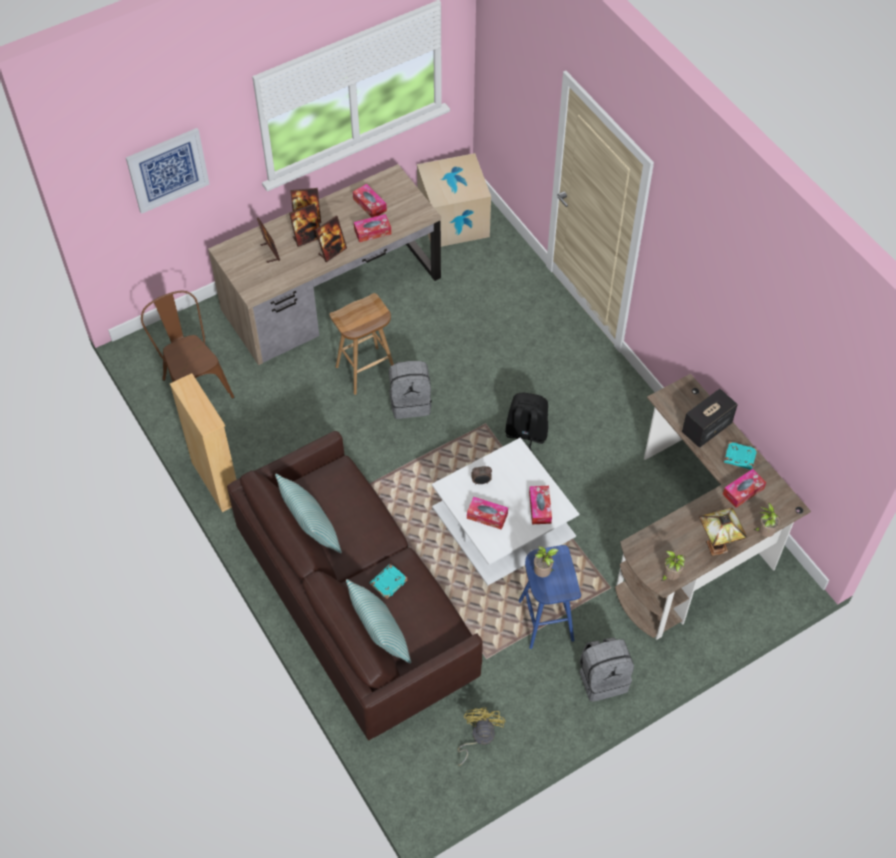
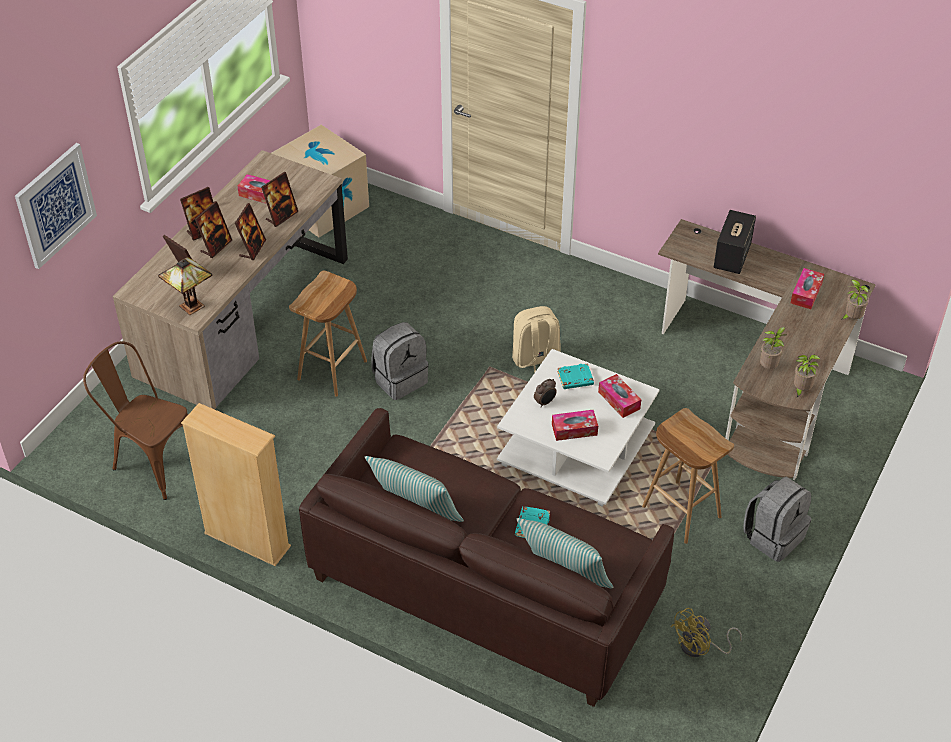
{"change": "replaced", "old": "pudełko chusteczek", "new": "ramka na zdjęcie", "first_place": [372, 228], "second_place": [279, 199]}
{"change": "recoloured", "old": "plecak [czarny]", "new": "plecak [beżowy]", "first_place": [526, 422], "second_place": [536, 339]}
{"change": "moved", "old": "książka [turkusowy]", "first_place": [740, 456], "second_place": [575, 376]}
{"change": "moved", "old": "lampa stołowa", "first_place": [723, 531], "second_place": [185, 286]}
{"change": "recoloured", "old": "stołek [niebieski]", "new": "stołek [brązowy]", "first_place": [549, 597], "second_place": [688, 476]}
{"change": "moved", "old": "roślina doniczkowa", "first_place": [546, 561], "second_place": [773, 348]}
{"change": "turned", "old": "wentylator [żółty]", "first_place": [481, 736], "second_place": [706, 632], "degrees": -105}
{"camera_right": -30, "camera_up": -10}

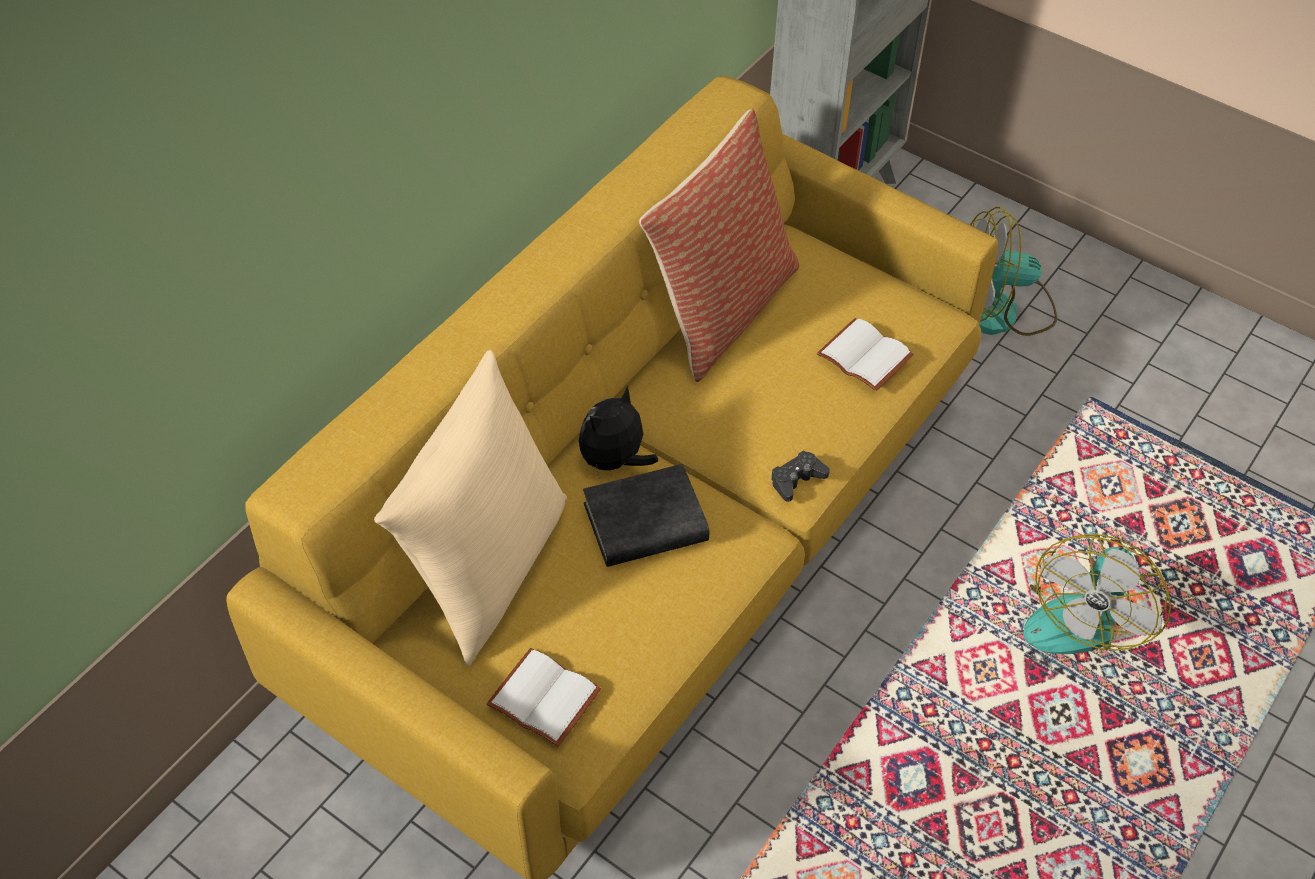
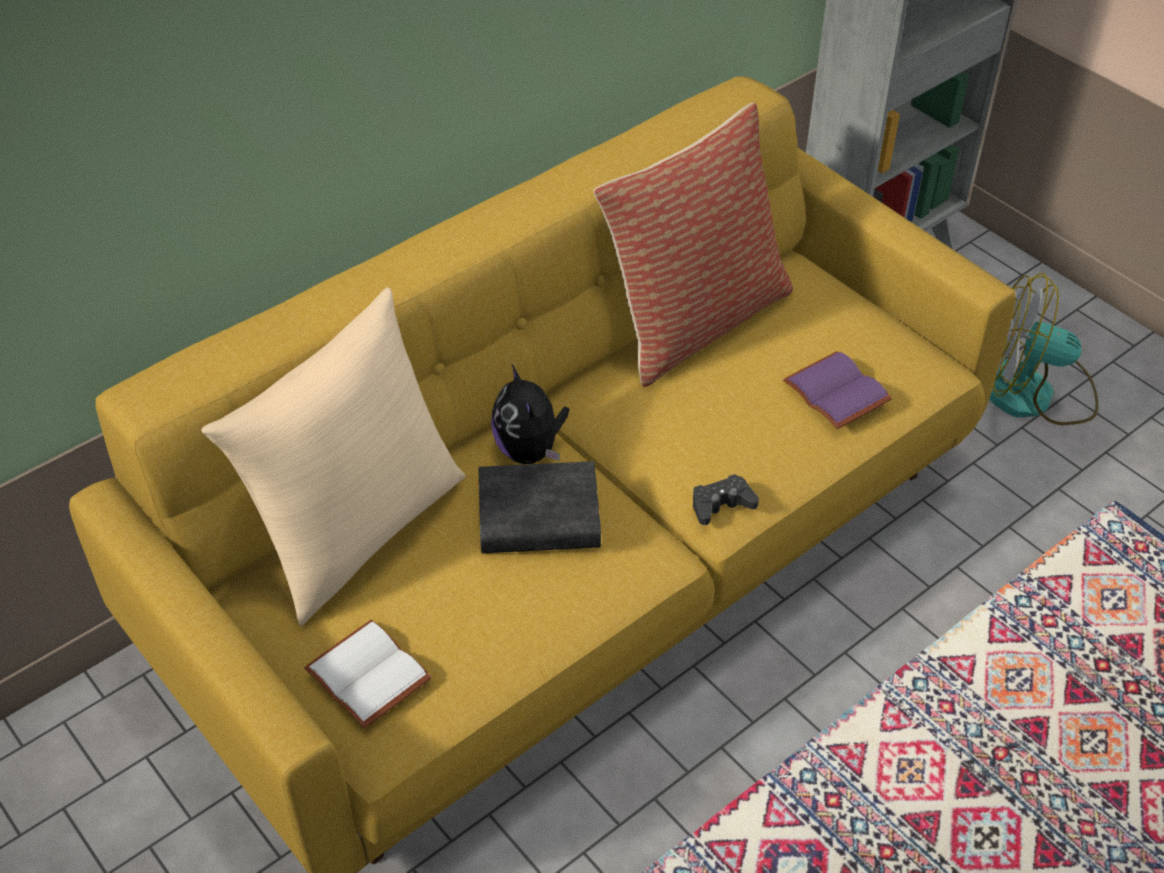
{"change": "recoloured", "old": "książka [biały]", "new": "książka [fioletowy]", "first_place": [865, 354], "second_place": [837, 390]}
{"change": "turned", "old": "pluszak", "first_place": [618, 431], "second_place": [530, 413], "degrees": -75}
{"change": "removed", "old": "wentylator", "first_place": [1097, 594]}
{"camera_right": 15, "camera_up": -5}

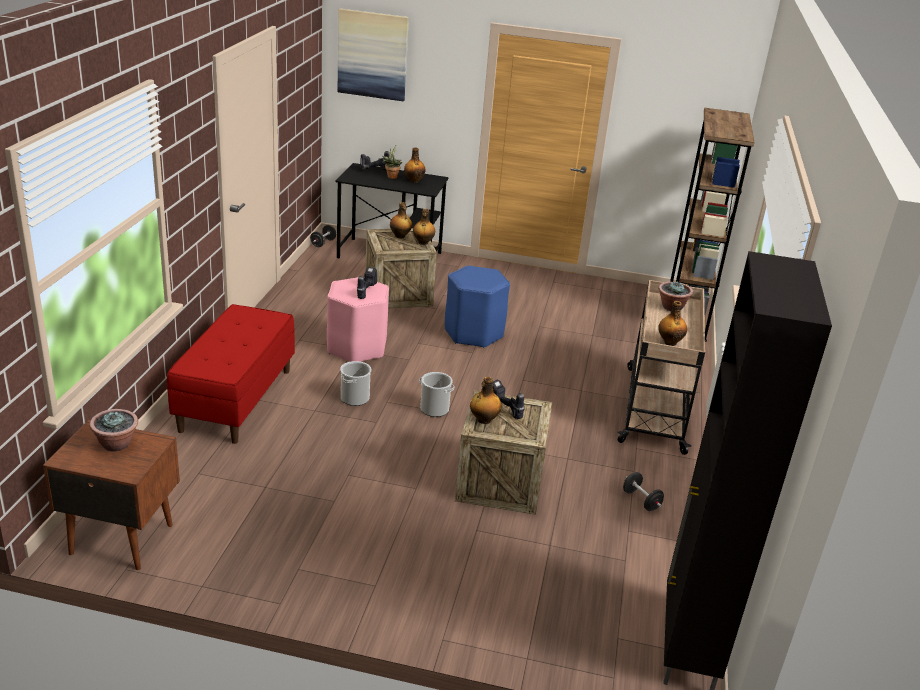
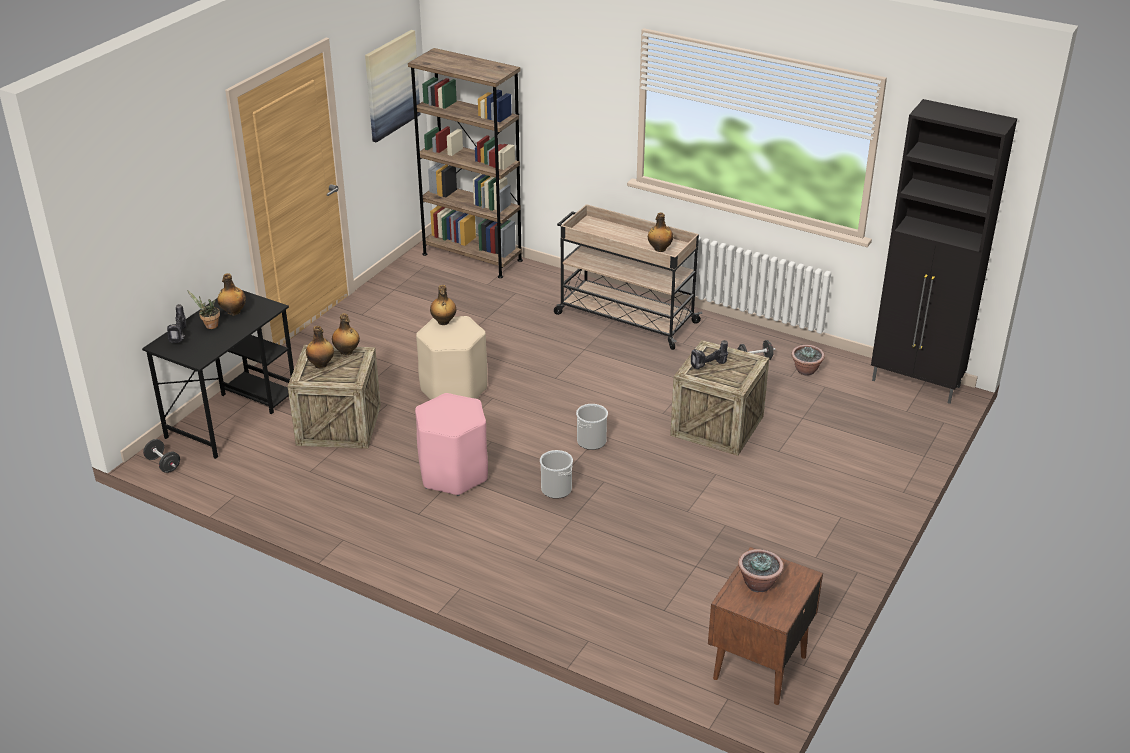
{"change": "moved", "old": "obraz", "first_place": [373, 55], "second_place": [393, 86]}
{"change": "recoloured", "old": "stołek [niebieski]", "new": "stołek [beżowy]", "first_place": [477, 307], "second_place": [451, 358]}
{"change": "removed", "old": "wiertarka", "first_place": [367, 283]}
{"change": "moved", "old": "roślina doniczkowa", "first_place": [675, 296], "second_place": [808, 360]}
{"change": "removed", "old": "ławka [czerwony]", "first_place": [231, 374]}
{"change": "moved", "old": "butelka", "first_place": [486, 400], "second_place": [443, 305]}
{"camera_right": -70, "camera_up": 5}

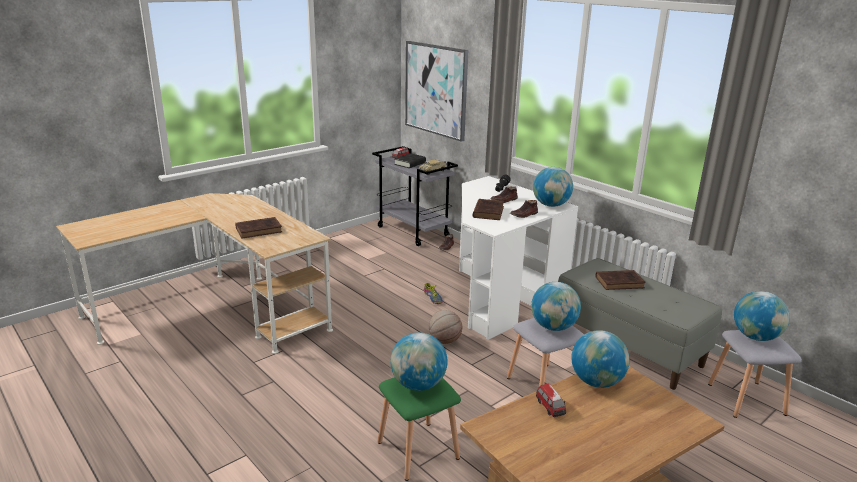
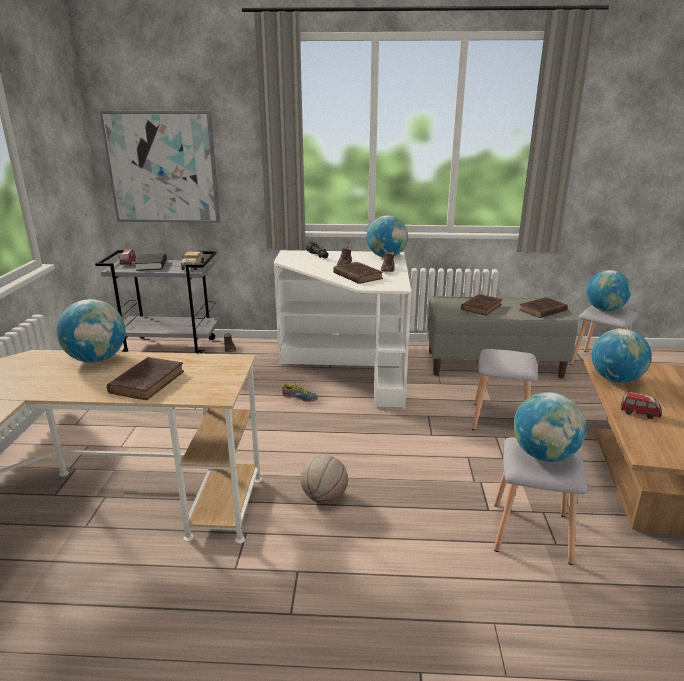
{"change": "moved", "old": "globus", "first_place": [556, 306], "second_place": [91, 331]}
{"change": "moved", "old": "piłka do koszykówki", "first_place": [445, 327], "second_place": [324, 479]}
{"change": "recoloured", "old": "stołek [zielony]", "new": "stołek [szary]", "first_place": [419, 429], "second_place": [541, 501]}
{"change": "added", "new": "książka [brązowy]", "second_place": [543, 307]}
{"camera_right": -45, "camera_up": 0}

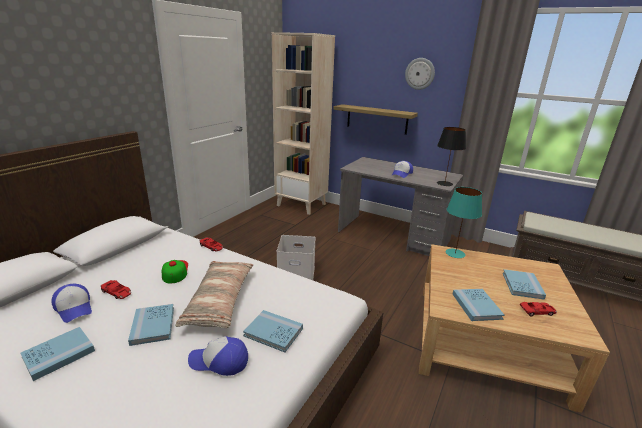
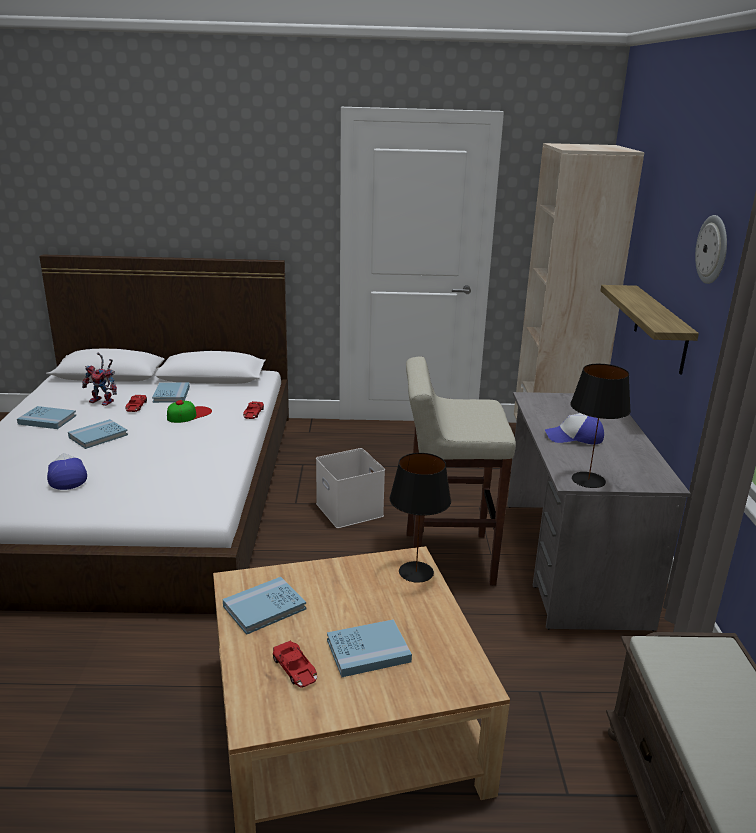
{"change": "recoloured", "old": "lampa stołowa [turkusowy]", "new": "lampa stołowa [czarny]", "first_place": [464, 222], "second_place": [420, 518]}
{"change": "removed", "old": "poduszka", "first_place": [214, 294]}
{"change": "replaced", "old": "czapka z daszkiem", "new": "robot zabawkowy", "first_place": [72, 303], "second_place": [99, 379]}
{"change": "moved", "old": "książka [niebieski]", "first_place": [273, 331], "second_place": [171, 392]}
{"change": "added", "new": "stołek [beżowy]", "second_place": [461, 471]}
{"camera_right": 60, "camera_up": 0}

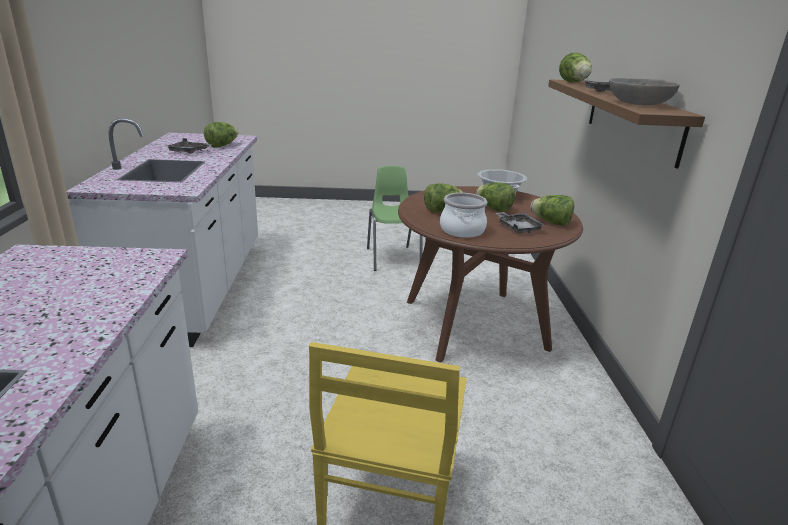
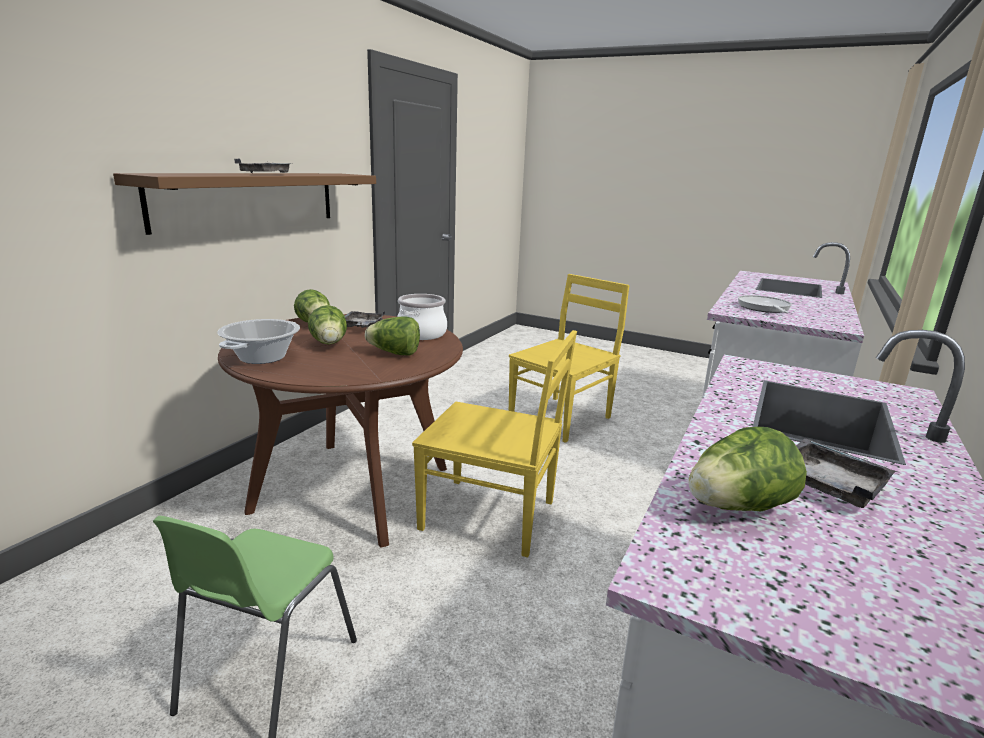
{"change": "removed", "old": "sałata", "first_place": [575, 67]}
{"change": "removed", "old": "miska [szary]", "first_place": [644, 91]}
{"change": "added", "new": "patelnia", "second_place": [765, 304]}
{"change": "added", "new": "krzesło [żółty]", "second_place": [494, 443]}
{"camera_right": -150, "camera_up": -5}

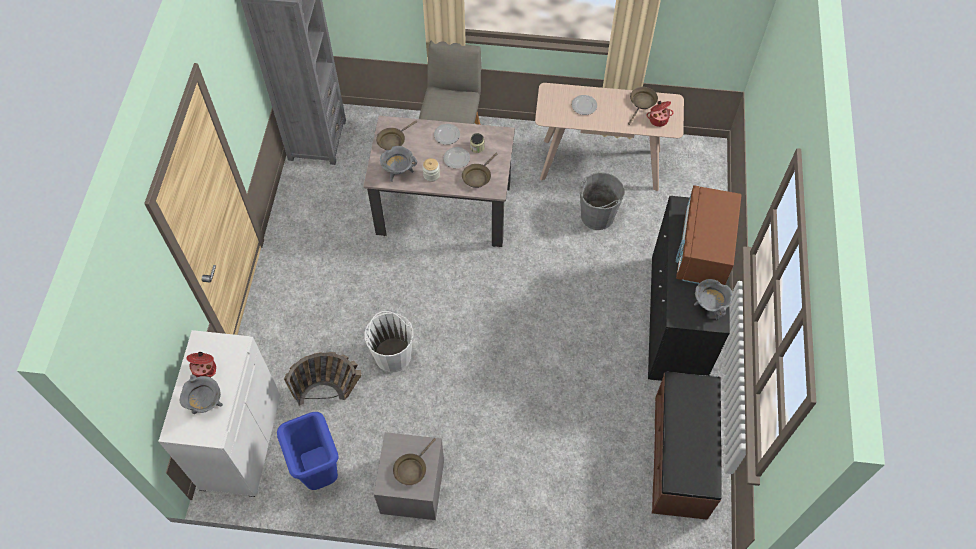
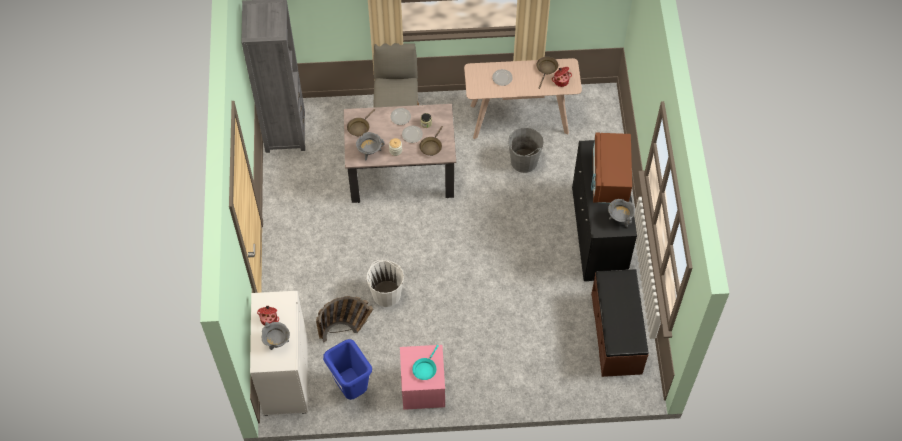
{"change": "recoloured", "old": "szafka nocna [szary]", "new": "szafka nocna [różowy]", "first_place": [409, 476], "second_place": [422, 377]}
{"change": "recoloured", "old": "patelnia [brązowy]", "new": "patelnia [turkusowy]", "first_place": [414, 461], "second_place": [425, 362]}
{"camera_right": -10, "camera_up": 0}

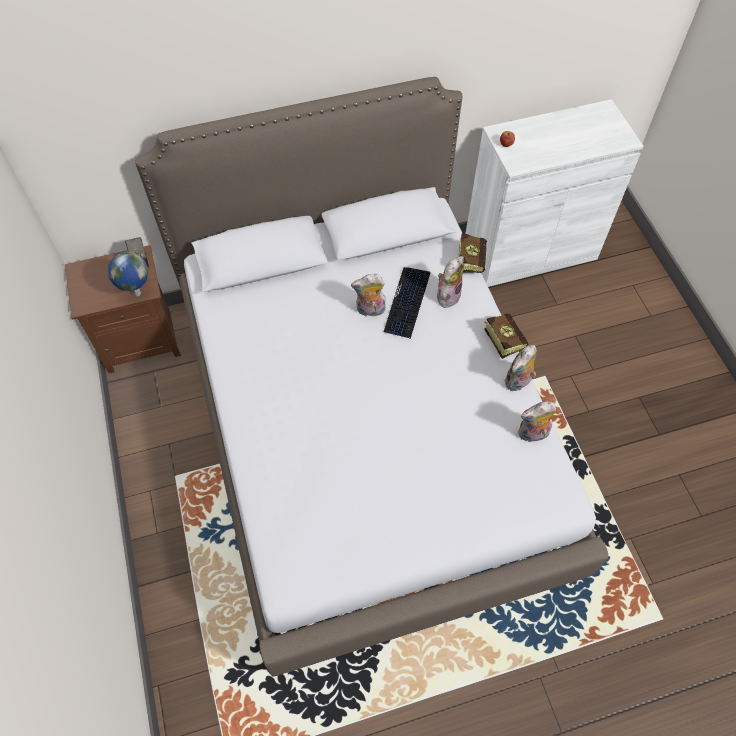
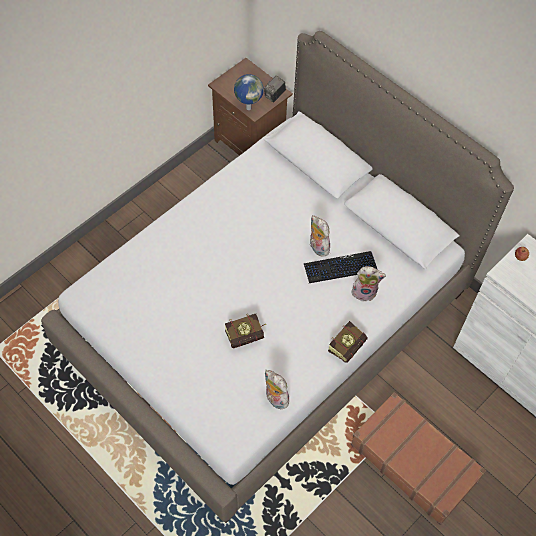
{"change": "moved", "old": "książka", "first_place": [473, 253], "second_place": [245, 331]}
{"change": "removed", "old": "pluszak", "first_place": [520, 368]}
{"change": "added", "new": "walizka [brązowy]", "second_place": [418, 458]}
{"camera_right": 60, "camera_up": 0}

